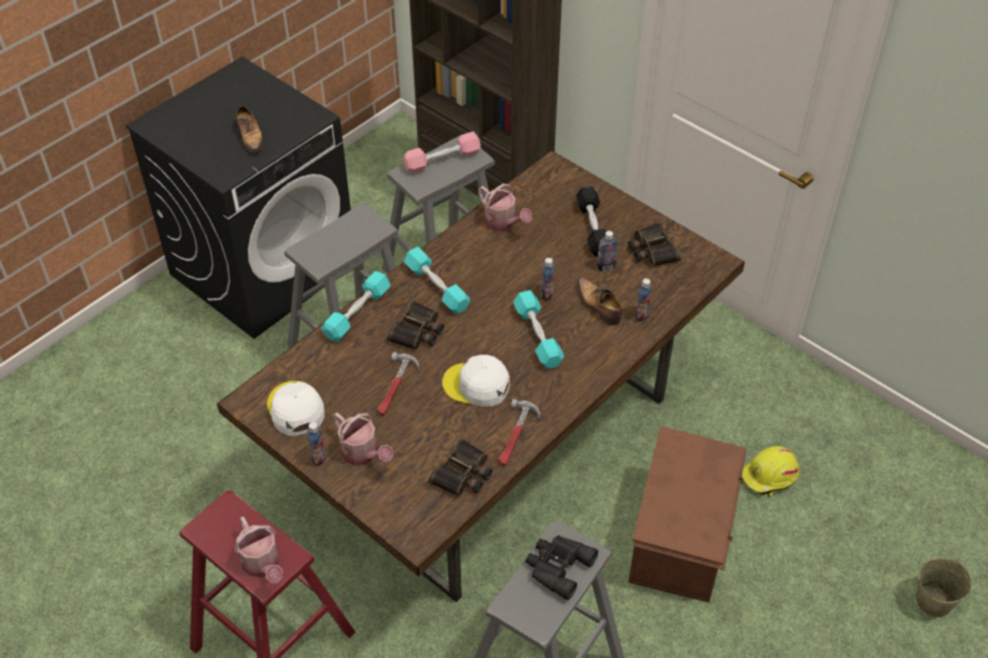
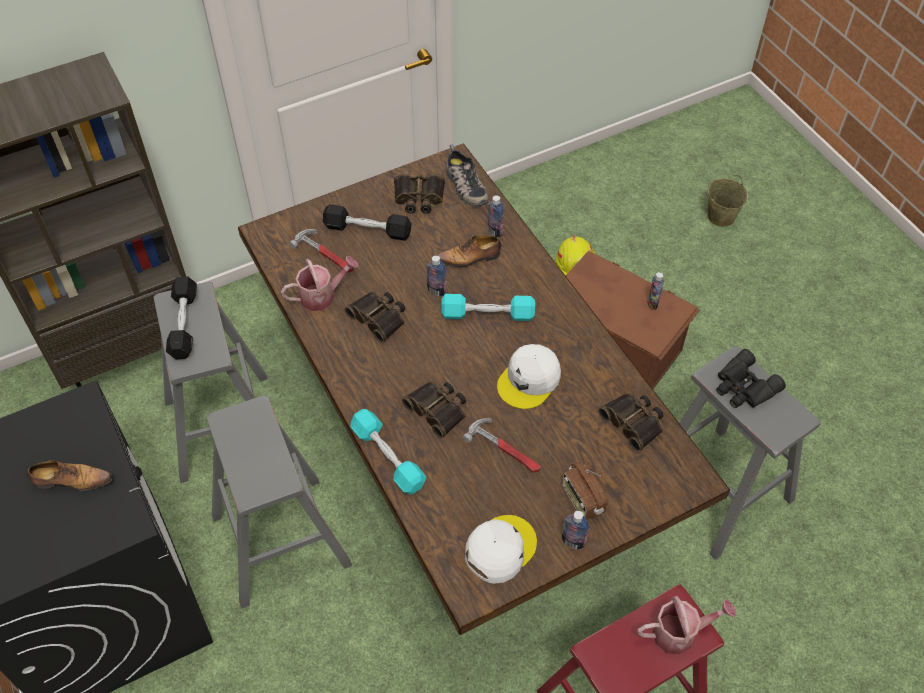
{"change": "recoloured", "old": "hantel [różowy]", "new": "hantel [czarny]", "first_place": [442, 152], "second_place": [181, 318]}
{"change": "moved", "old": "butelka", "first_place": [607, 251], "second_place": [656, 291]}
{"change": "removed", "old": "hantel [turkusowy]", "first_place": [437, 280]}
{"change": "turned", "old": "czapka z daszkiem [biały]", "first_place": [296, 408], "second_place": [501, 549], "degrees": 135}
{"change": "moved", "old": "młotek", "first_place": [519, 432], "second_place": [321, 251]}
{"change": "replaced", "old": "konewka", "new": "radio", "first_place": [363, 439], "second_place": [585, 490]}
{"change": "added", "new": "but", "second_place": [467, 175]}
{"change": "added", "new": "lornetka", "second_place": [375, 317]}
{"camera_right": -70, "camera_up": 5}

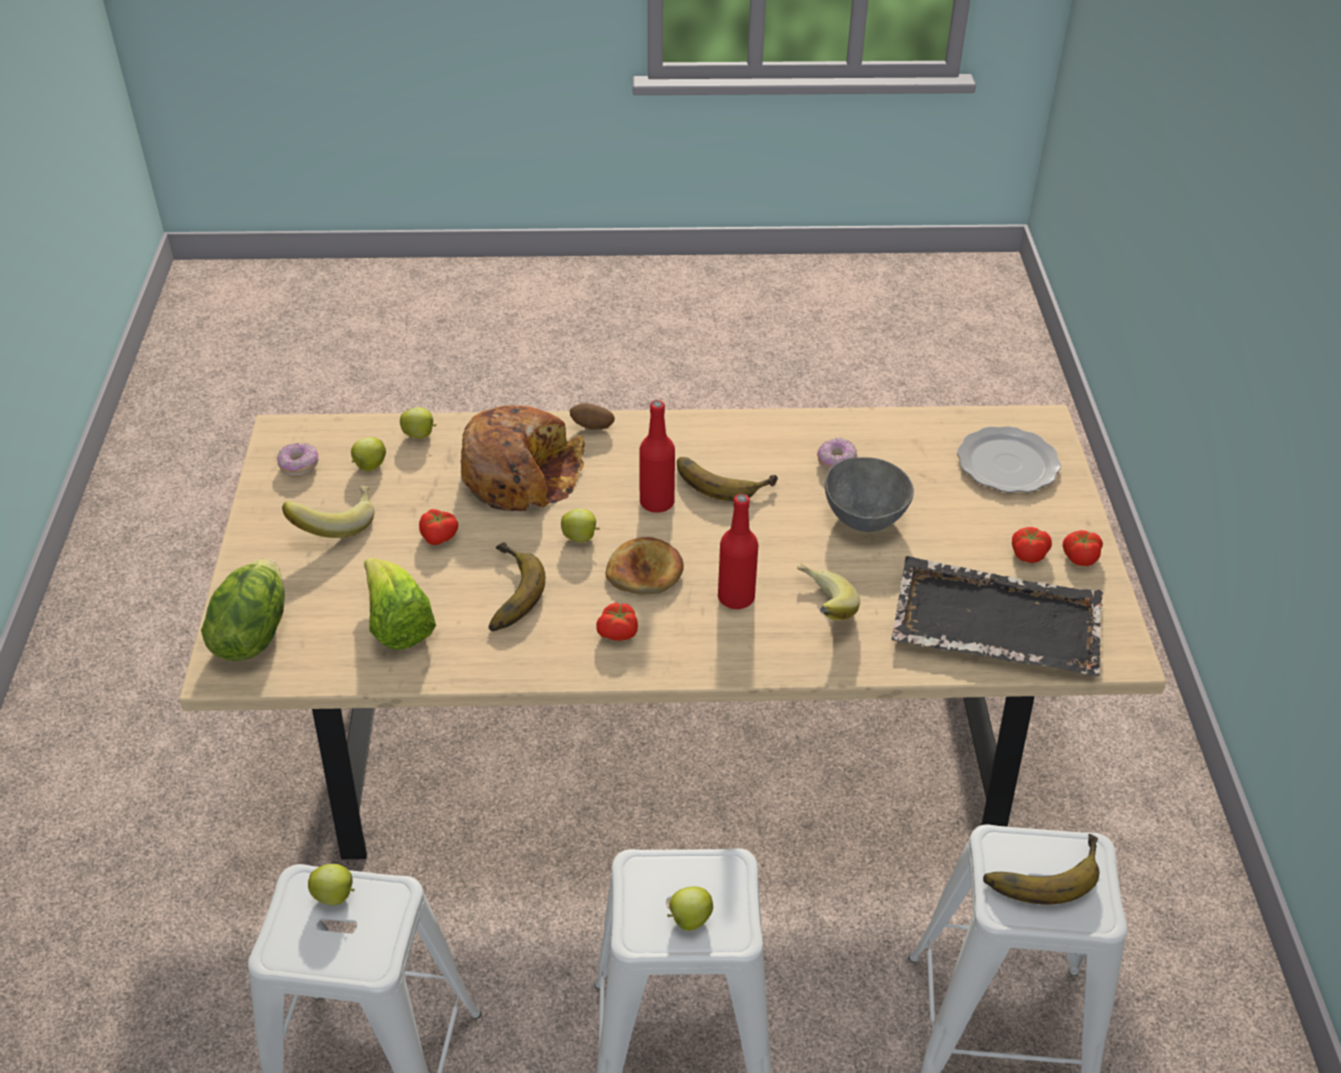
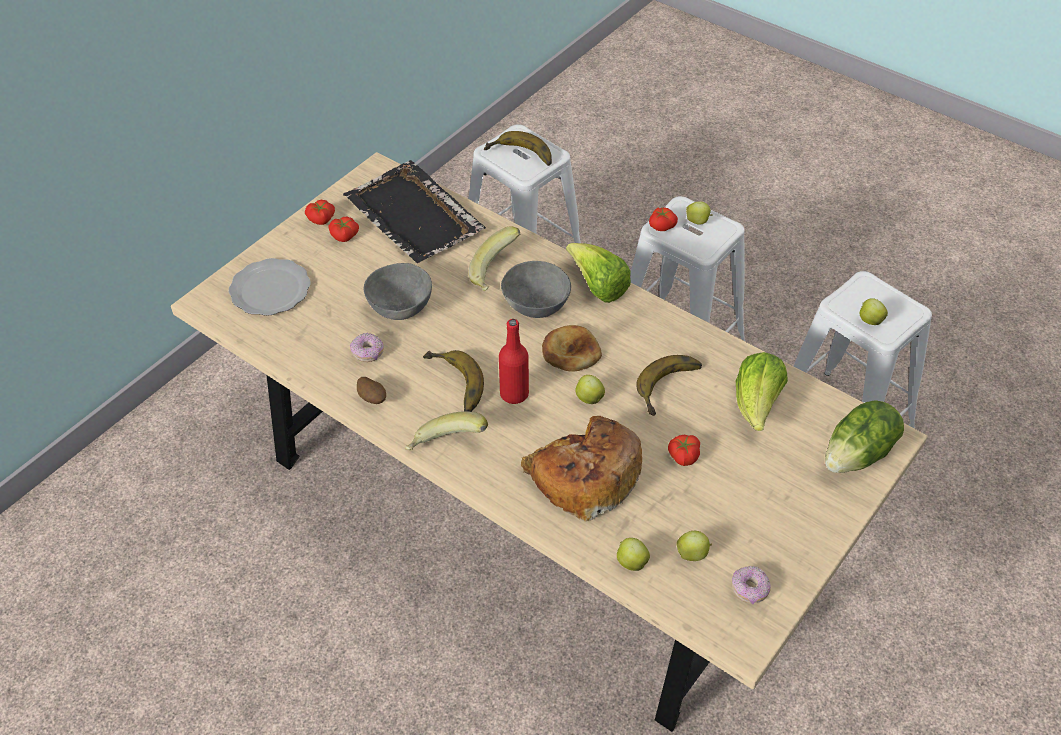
{"change": "moved", "old": "ziemniak", "first_place": [592, 416], "second_place": [371, 390]}
{"change": "moved", "old": "banan", "first_place": [328, 512], "second_place": [446, 430]}
{"change": "replaced", "old": "butelka [czerwony]", "new": "miska [szary]", "first_place": [738, 551], "second_place": [536, 289]}
{"change": "moved", "old": "pomidor", "first_place": [617, 622], "second_place": [663, 219]}
{"change": "added", "new": "sałata", "second_place": [598, 273]}
{"camera_right": -140, "camera_up": 5}

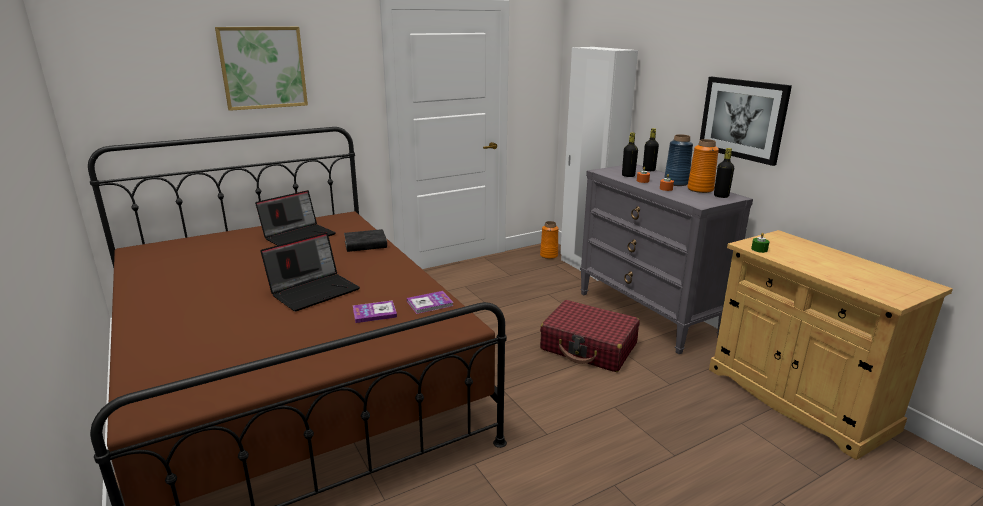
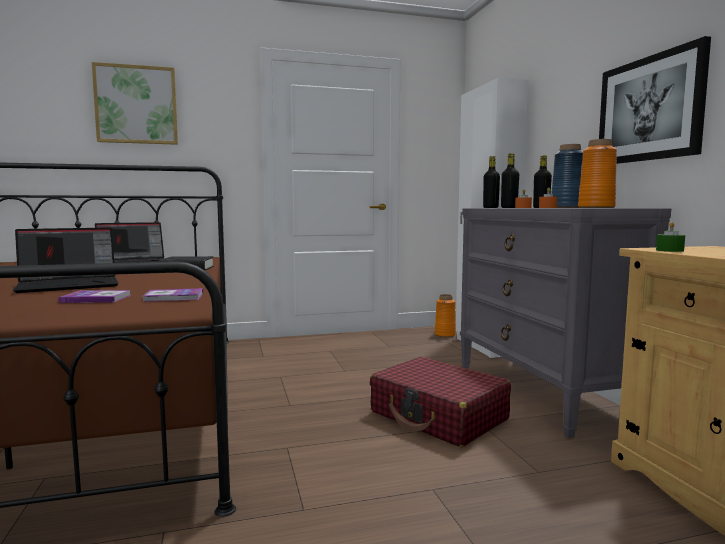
{"change": "moved", "old": "butelka [czarny]", "first_place": [724, 173], "second_place": [491, 182]}
{"camera_right": 15, "camera_up": -15}

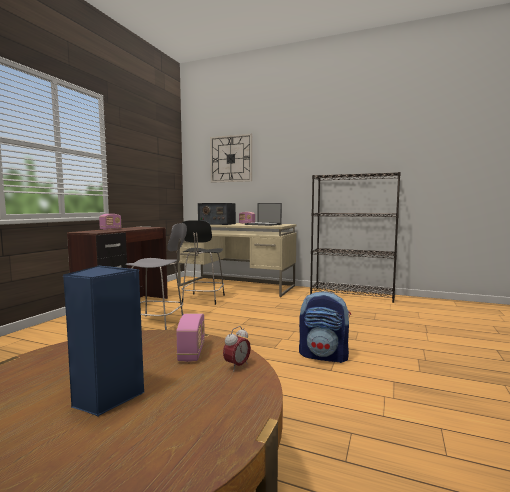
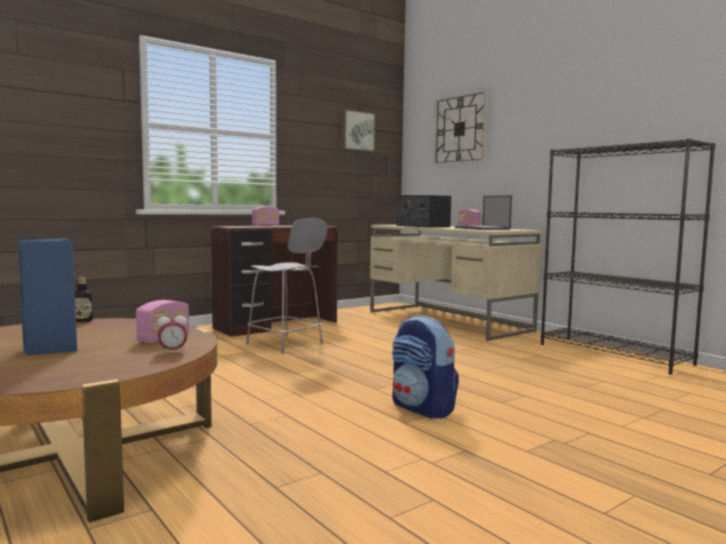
{"change": "removed", "old": "krzesło [czarny]", "first_place": [203, 262]}
{"change": "added", "new": "obraz", "second_place": [359, 130]}
{"change": "added", "new": "butelka", "second_place": [84, 299]}
{"camera_right": 30, "camera_up": 0}

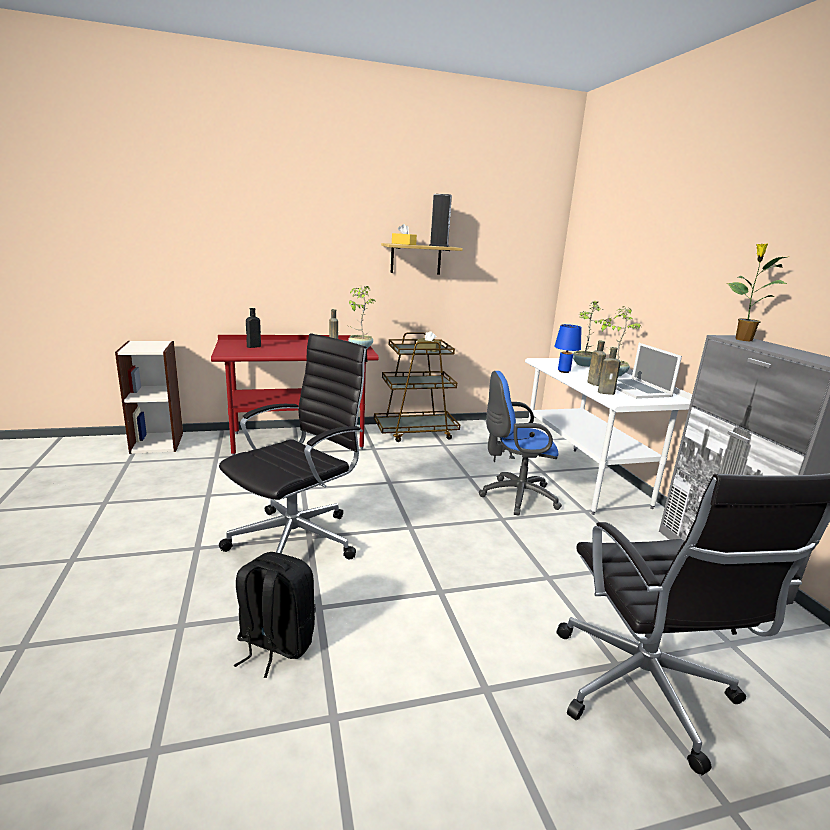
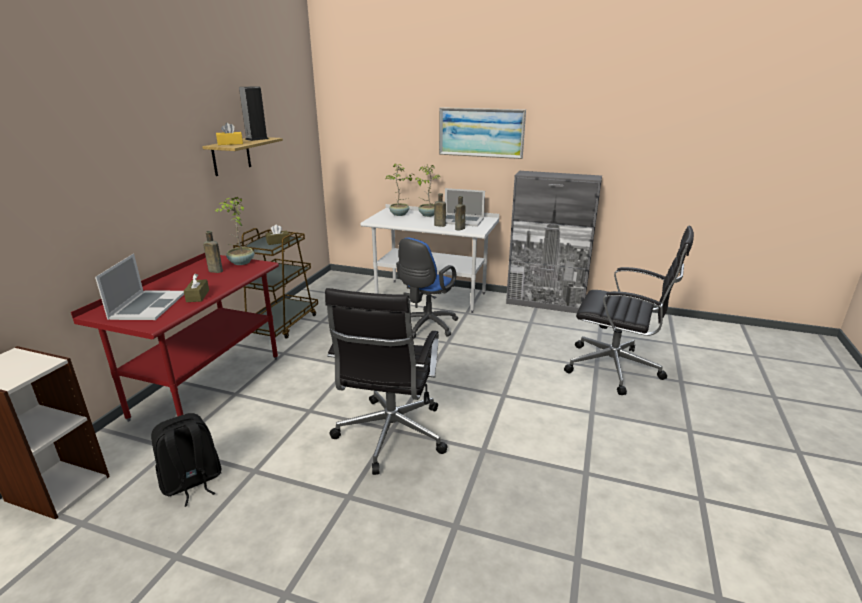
{"change": "removed", "old": "roślina doniczkowa", "first_place": [757, 292]}
{"change": "replaced", "old": "butelka [czarny]", "new": "laptop", "first_place": [253, 328], "second_place": [139, 286]}
{"change": "removed", "old": "lampa stołowa [niebieski]", "first_place": [568, 348]}
{"change": "turned", "old": "krzesło biurowe [czarny]", "first_place": [293, 446], "second_place": [386, 381], "degrees": -150}
{"change": "moved", "old": "plecak [czarny]", "first_place": [274, 615], "second_place": [186, 460]}
{"change": "added", "new": "obraz", "second_place": [482, 133]}
{"change": "added", "new": "pudełko chusteczek [brązowy]", "second_place": [196, 288]}
{"camera_right": -55, "camera_up": 5}

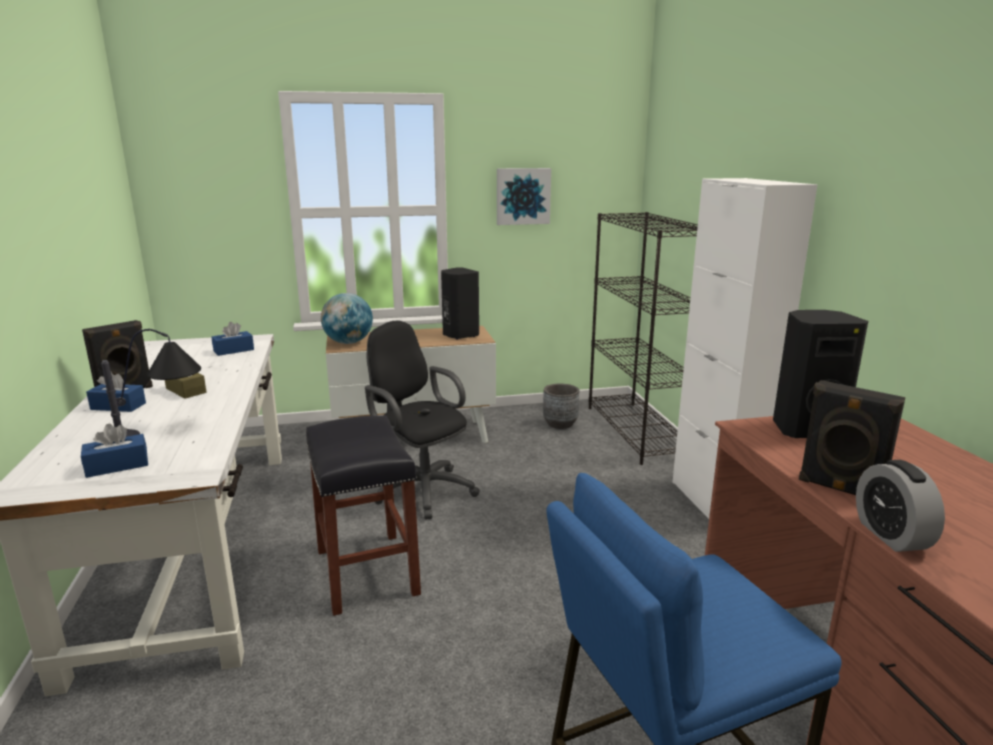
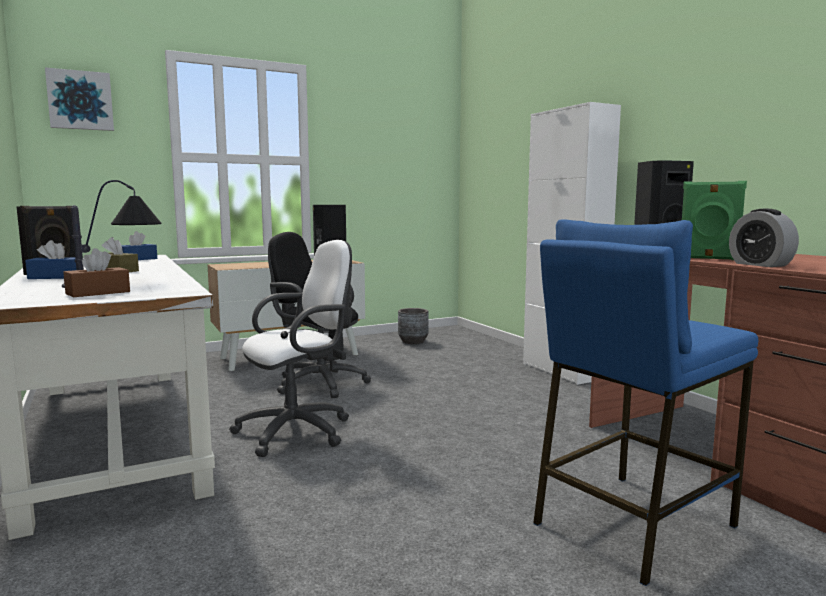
{"change": "moved", "old": "obraz", "first_place": [524, 196], "second_place": [79, 99]}
{"change": "removed", "old": "regał [czarny]", "first_place": [643, 338]}
{"change": "removed", "old": "globus", "first_place": [347, 318]}
{"change": "recoloured", "old": "głośnik [czarny]", "new": "głośnik [zielony]", "first_place": [852, 437], "second_place": [714, 220]}
{"change": "replaced", "old": "stołek [czarny]", "new": "krzesło biurowe [biały]", "first_place": [363, 516], "second_place": [290, 348]}
{"change": "recoloured", "old": "pudełko chusteczek [niebieski]", "new": "pudełko chusteczek [brązowy]", "first_place": [114, 451], "second_place": [96, 272]}
{"camera_right": -15, "camera_up": -10}

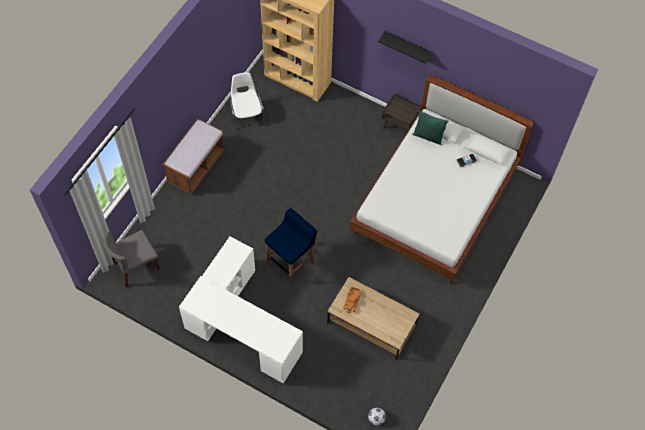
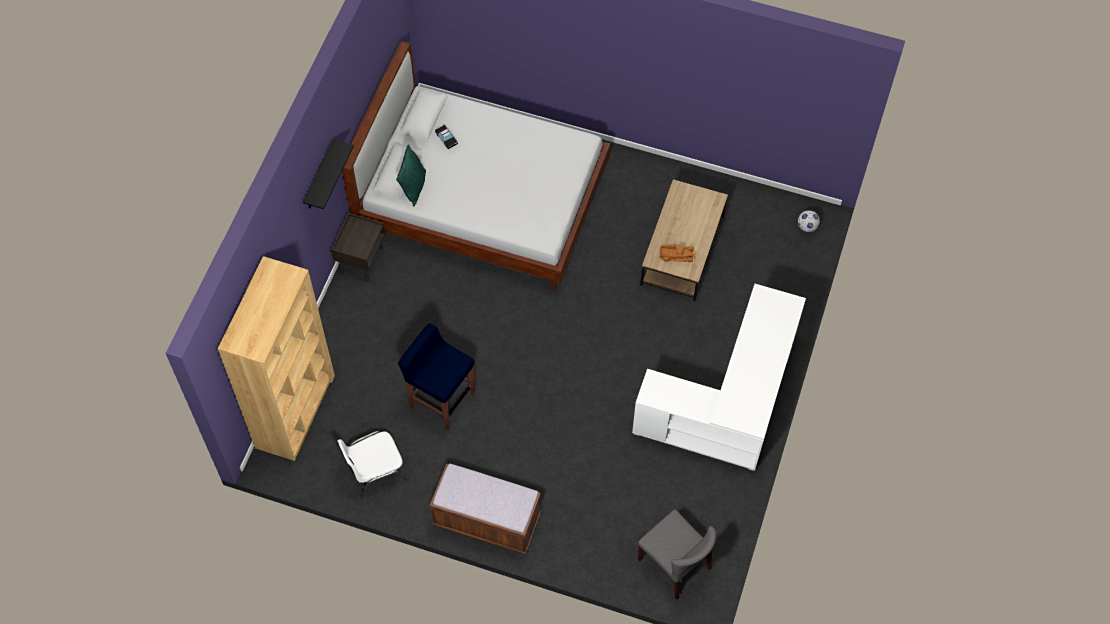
{"change": "moved", "old": "stołek [niebieski]", "first_place": [291, 246], "second_place": [436, 376]}
{"camera_right": -100, "camera_up": 0}

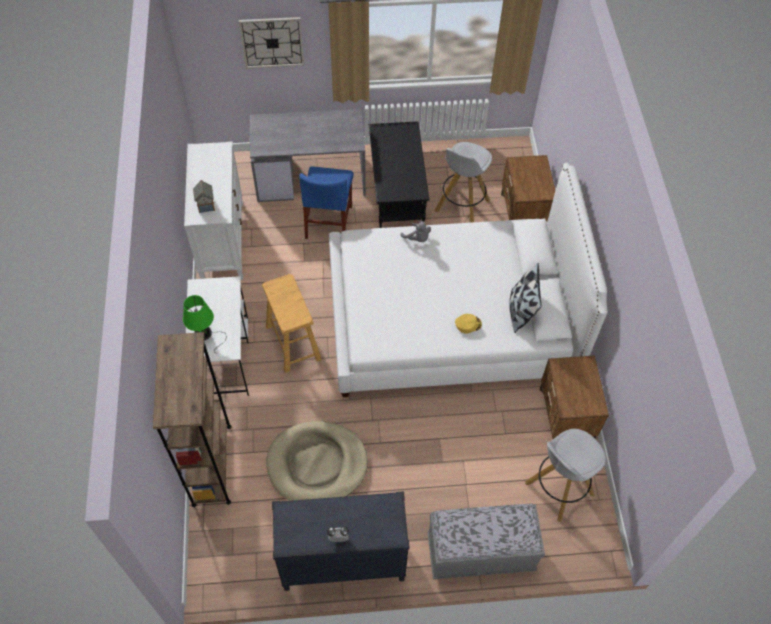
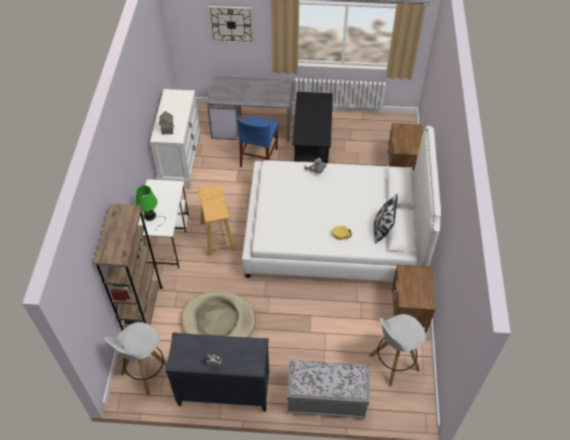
{"change": "moved", "old": "stołek [biały]", "first_place": [463, 182], "second_place": [136, 359]}
{"camera_right": 10, "camera_up": -5}

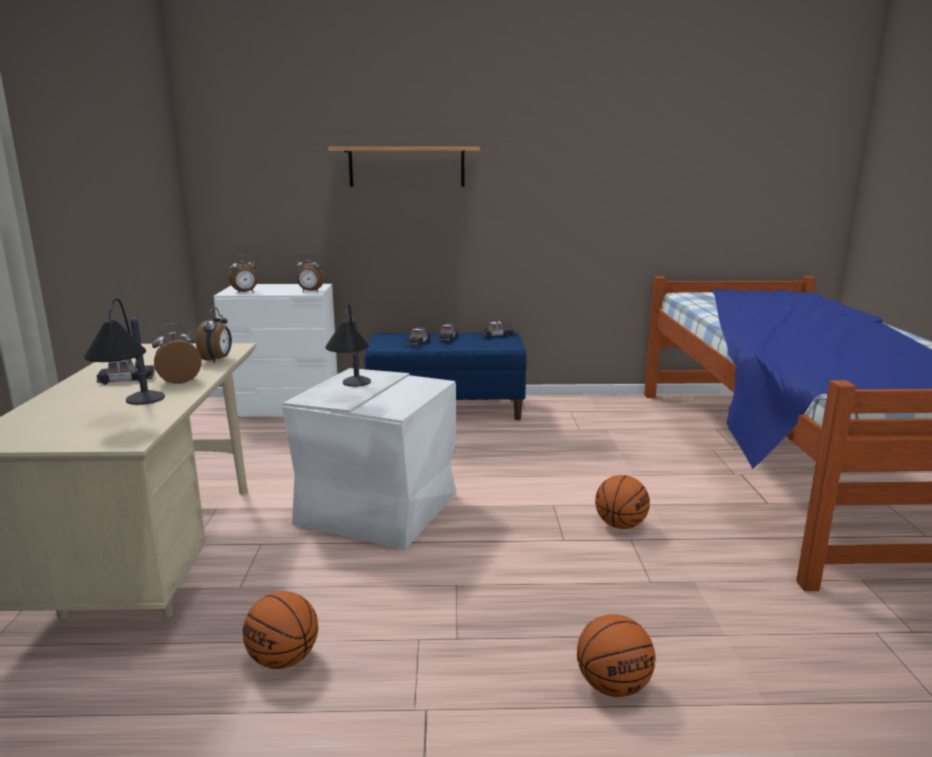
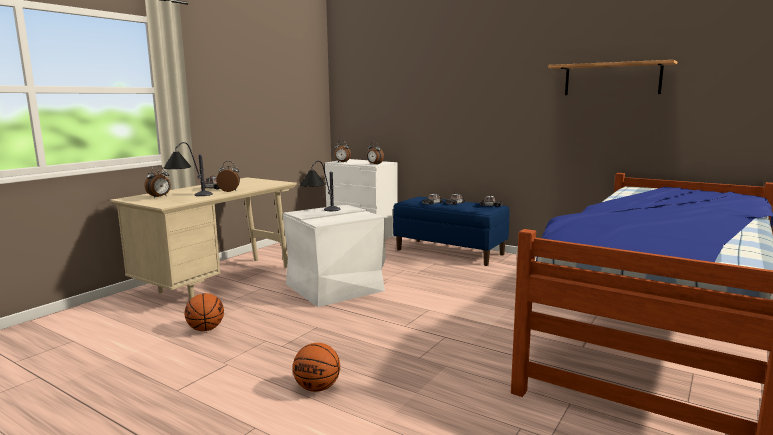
{"change": "moved", "old": "półka", "first_place": [404, 167], "second_place": [612, 77]}
{"change": "moved", "old": "budzik", "first_place": [214, 335], "second_place": [157, 182]}
{"change": "removed", "old": "piłka do koszykówki", "first_place": [622, 502]}
{"camera_right": 35, "camera_up": -5}

